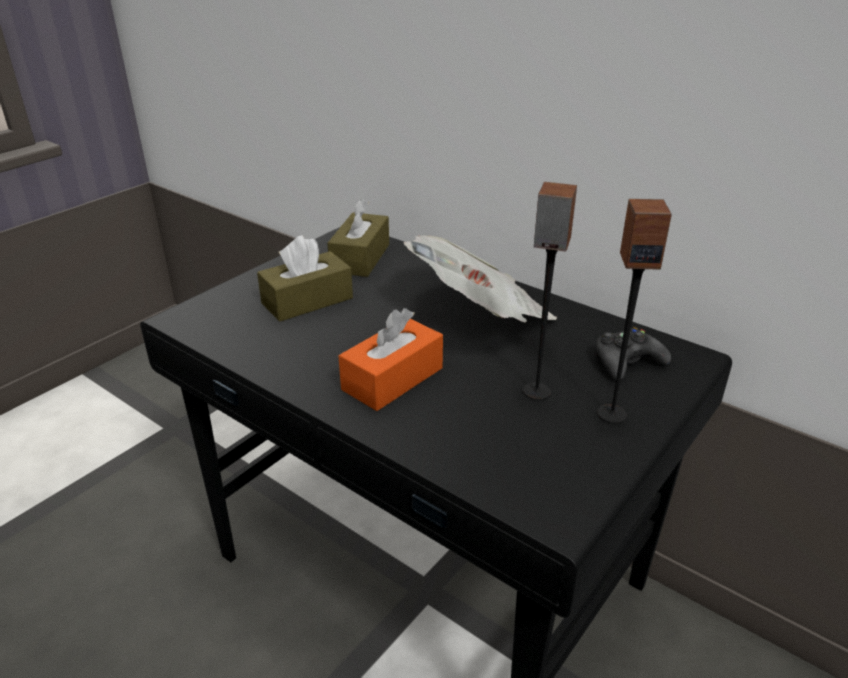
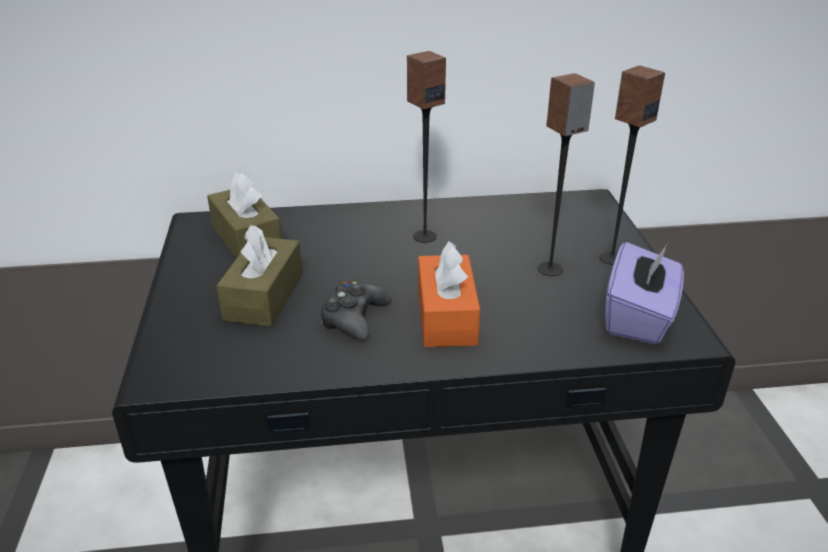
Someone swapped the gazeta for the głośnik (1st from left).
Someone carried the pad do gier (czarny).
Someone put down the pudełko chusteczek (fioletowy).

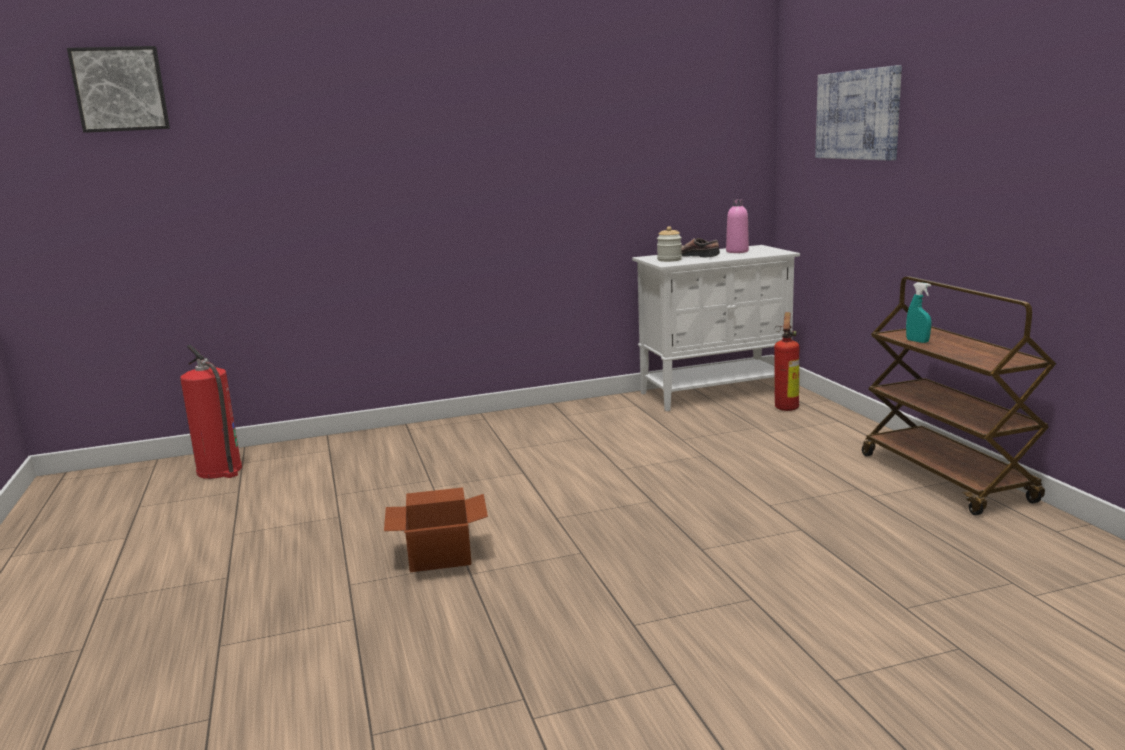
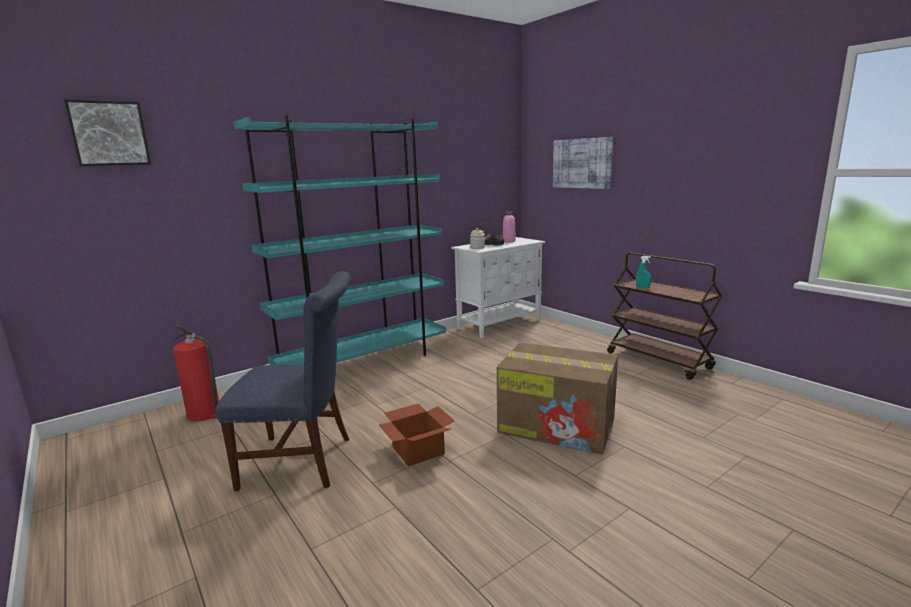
Someone took away the gaśnica (2nd from left).
Someone put down the regał (turkusowy).
Someone put down the krzesło (niebieski).
Someone put down the karton (2nd from left).

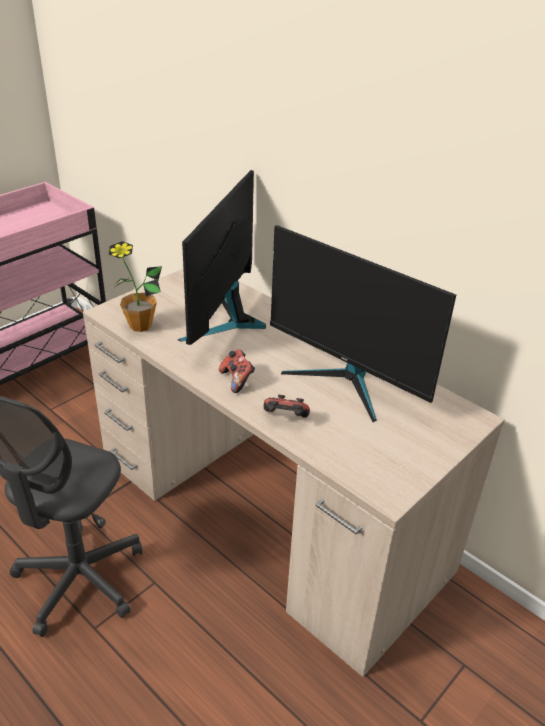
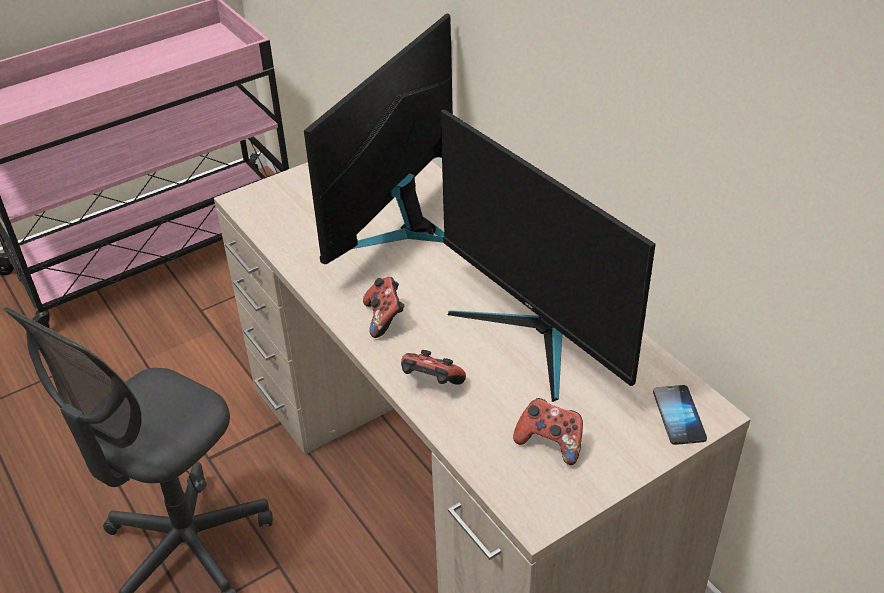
Someone took away the roślina doniczkowa.
Someone put down the telefon.
Someone put down the pad do gier (3rd from left).

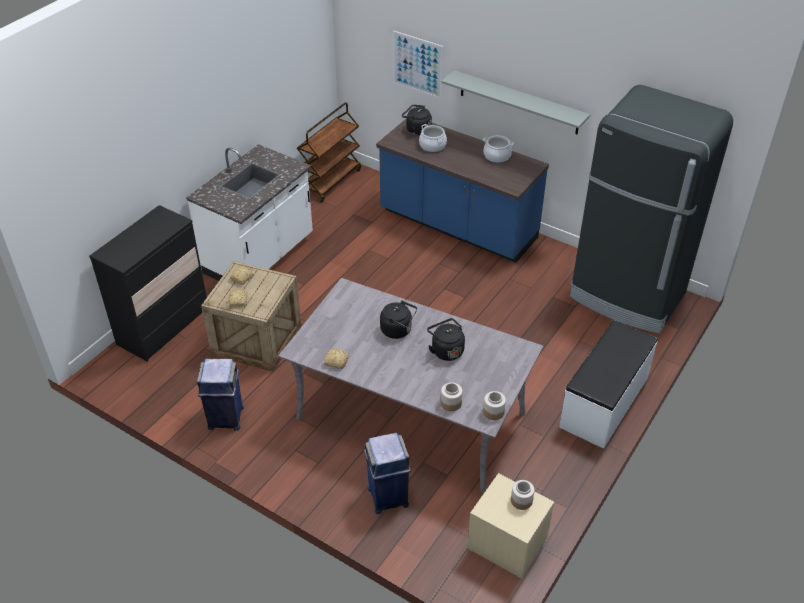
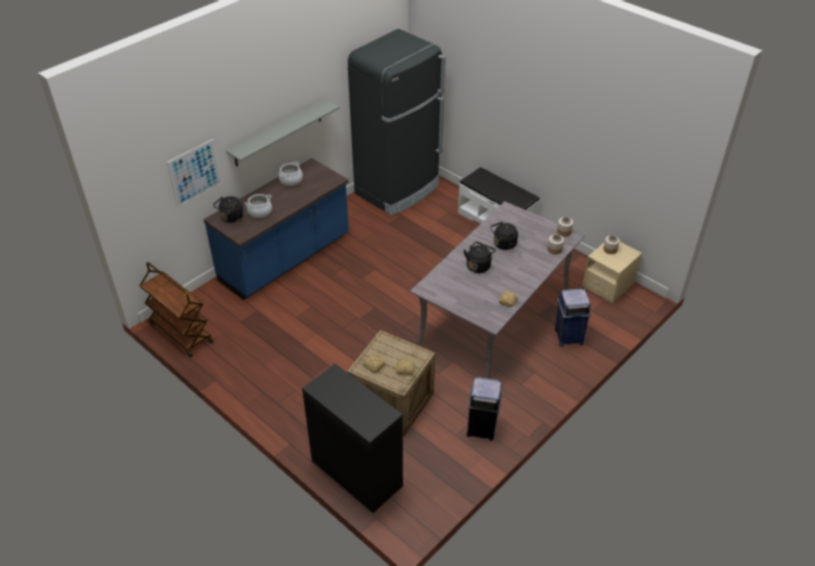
Someone took away the zabudowa kuchenna (biały).

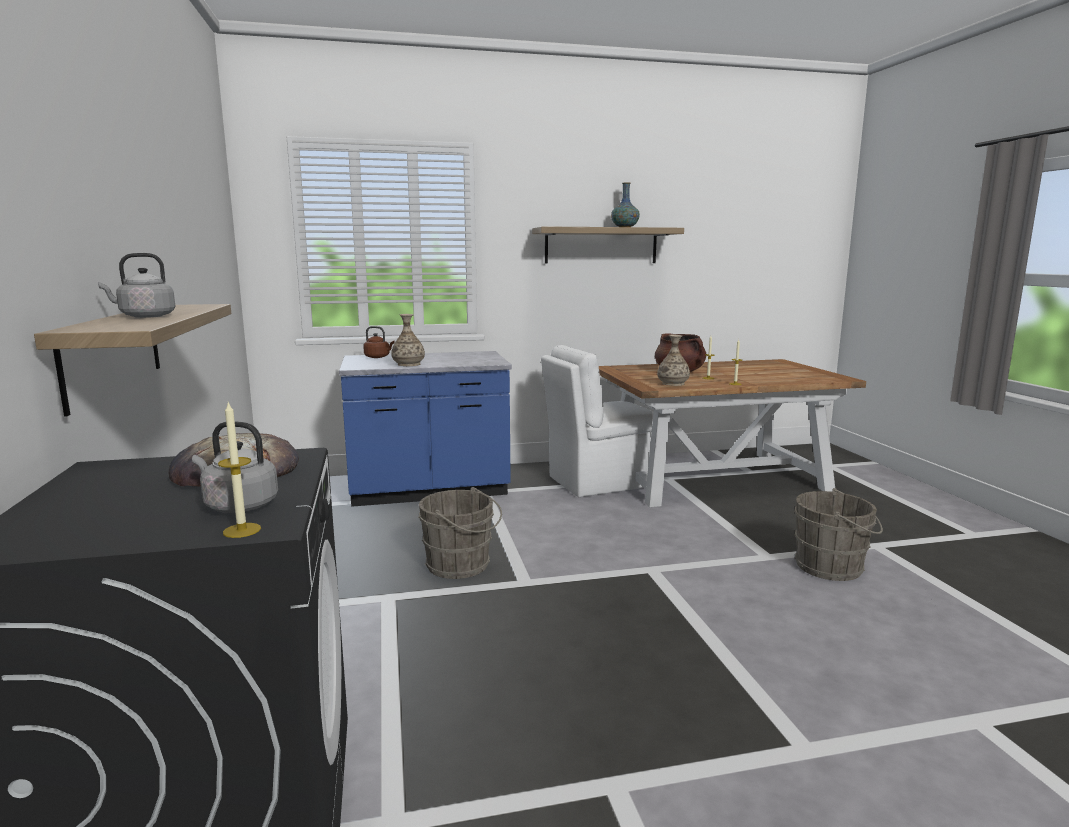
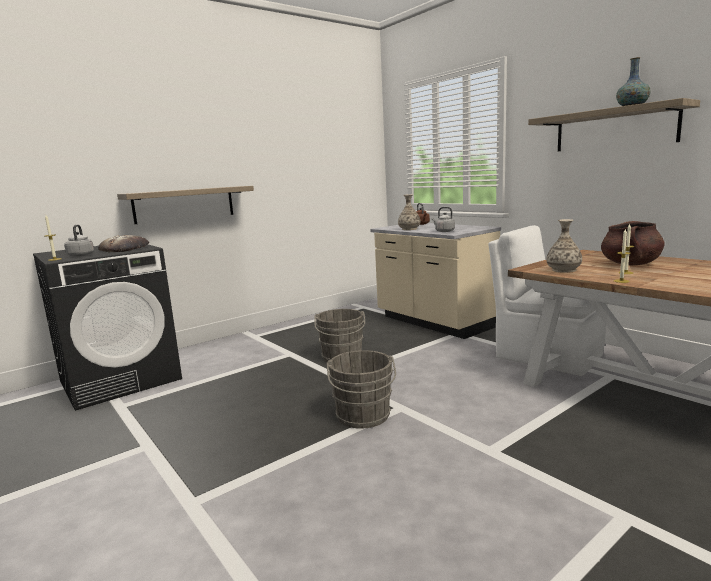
Someone carried the czajnik (szary) (1st from left in the first image).
Someone repainted the zabudowa kuchenna (niebieski), which became the zabudowa kuchenna (beżowy).
Someone carried the wiadro (szary) (2nd from left).

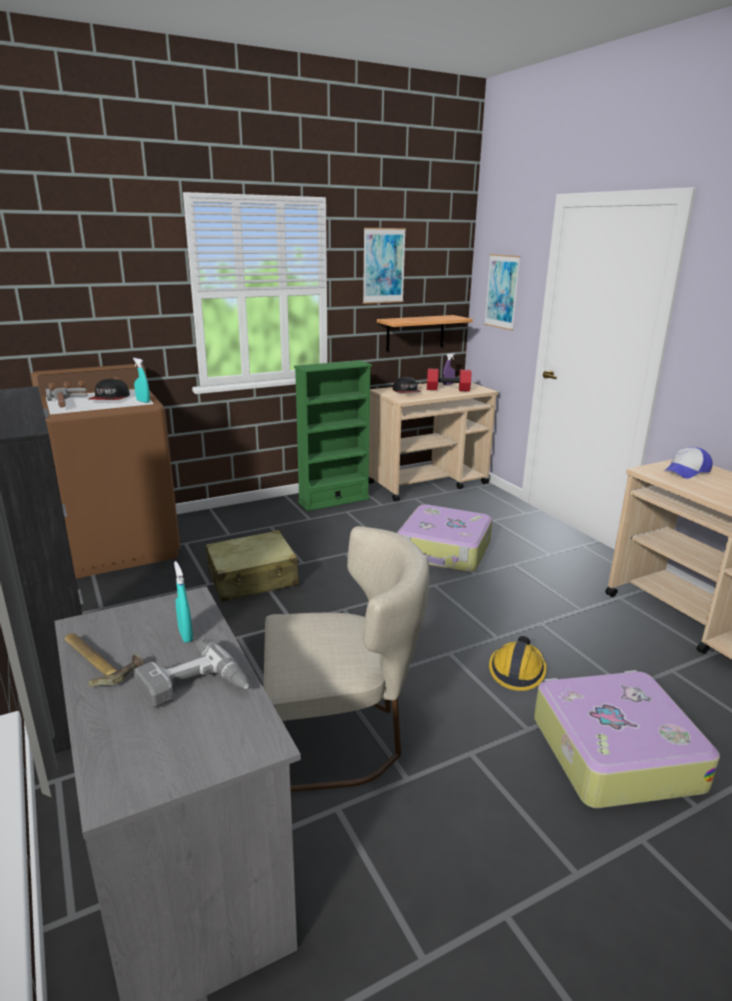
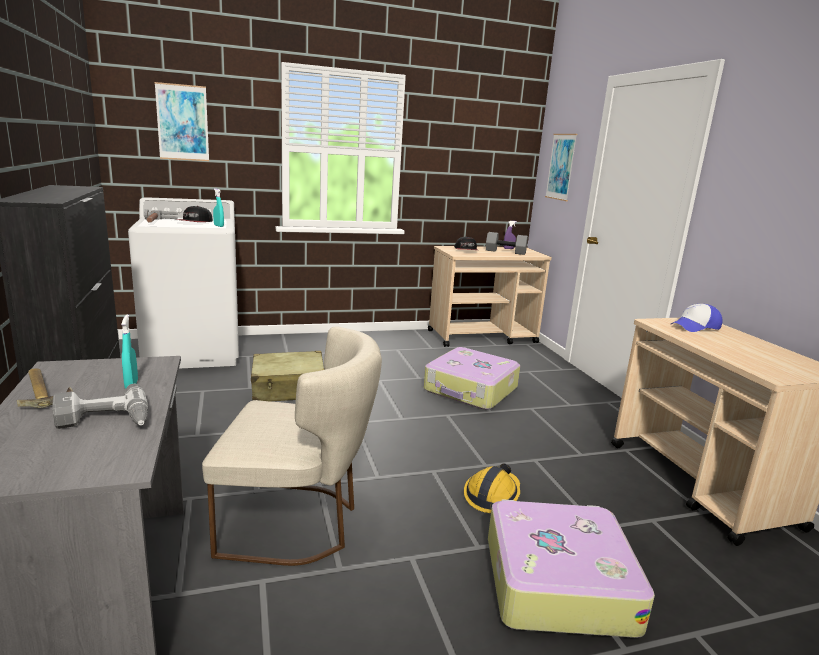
Someone carried the obraz (1st from left).
Someone took away the półka.
Someone took away the regał (zielony).
Someone repainted the pralka (brązowy), which became the pralka (biały).
Someone repainted the hantel (czerwony), which became the hantel (szary).

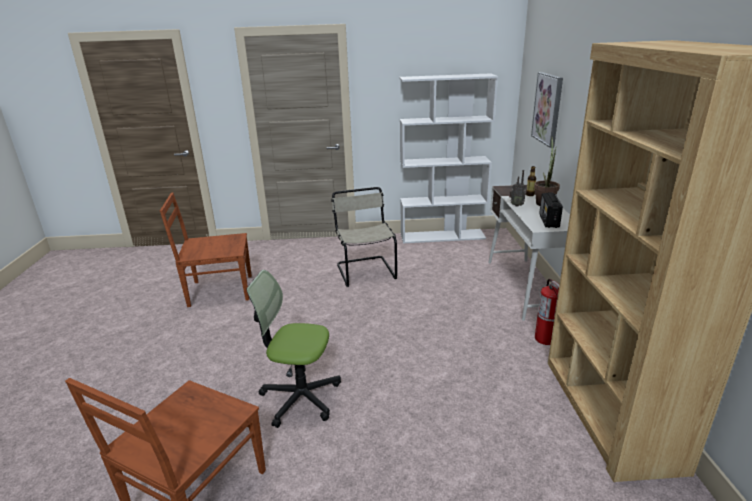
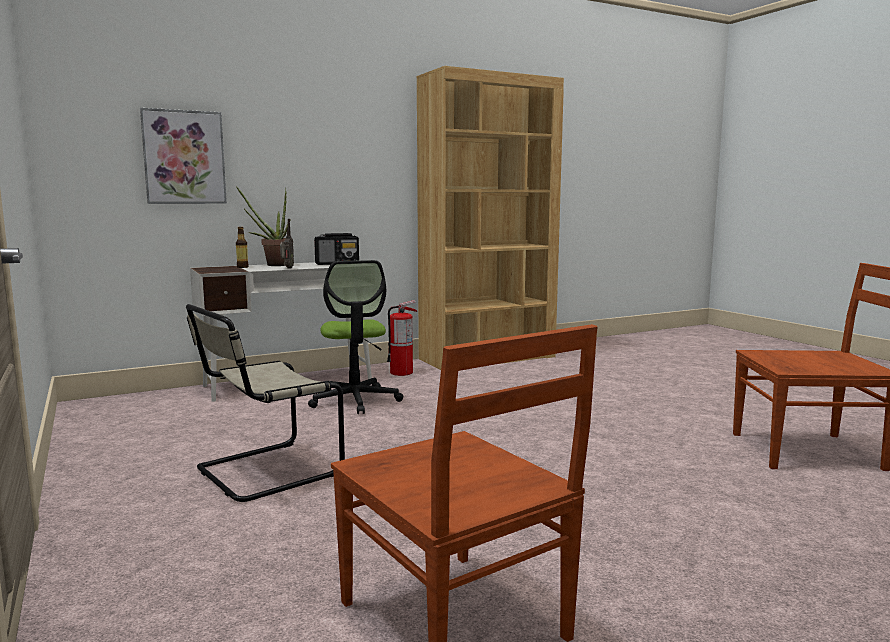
Someone took away the regał (biały).
Someone carried the krzesło biurowe.

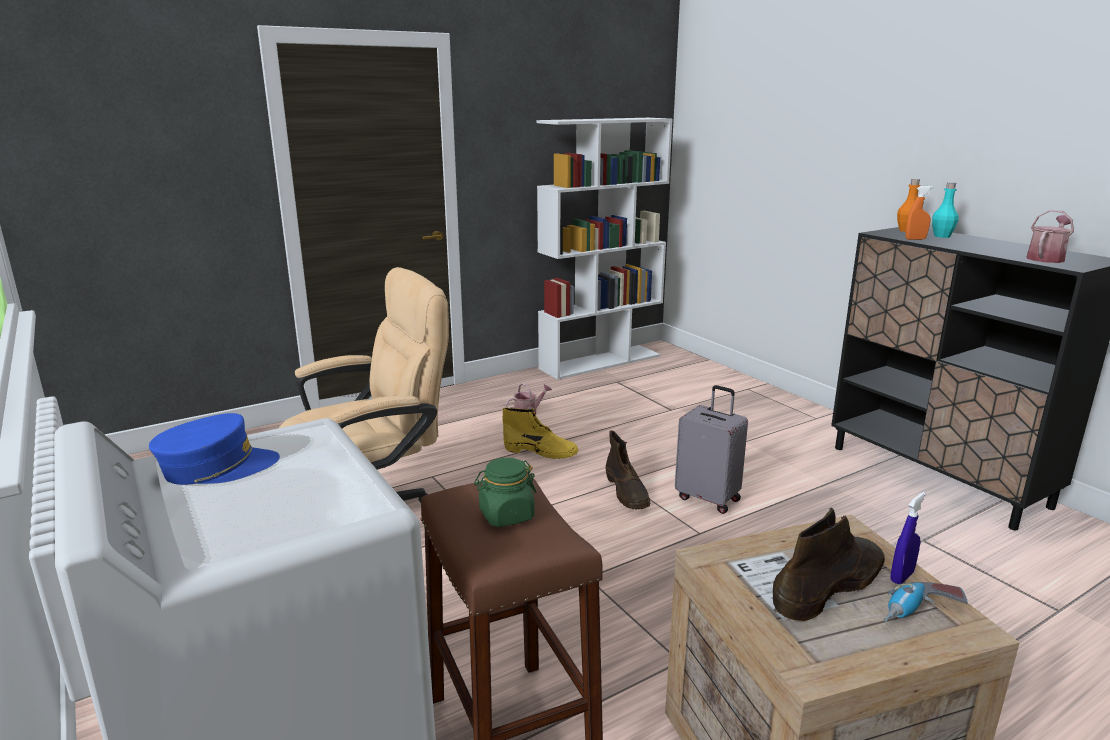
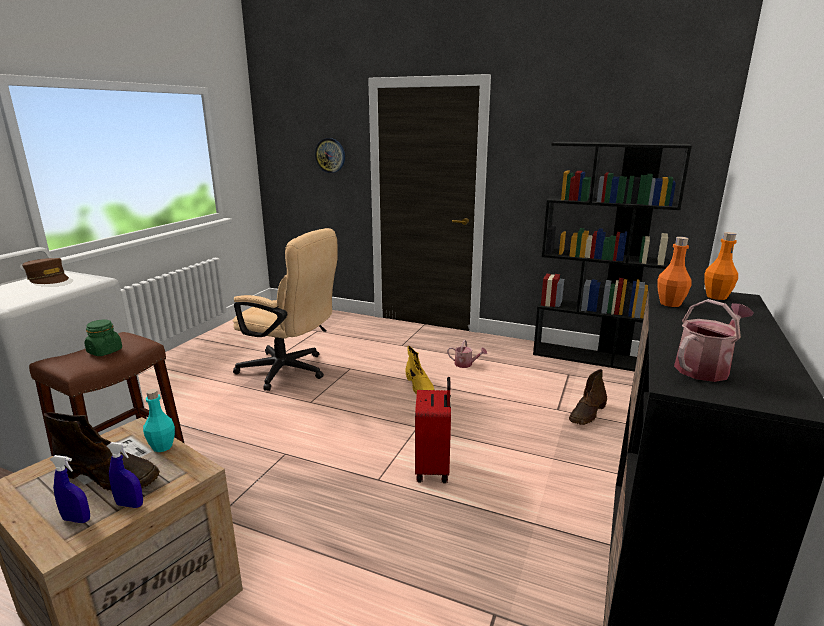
Someone repainted the regał (biały), which became the regał (czarny).
Someone carried the butelka (turkusowy).
Someone swapped the spryskiwacz (pomarańczowy) for the butelka (pomarańczowy) (1st from left).
Someone rotated the konewka (2nd from left) by 45 degrees counterclockwise.
Someone repainted the walizka (szary), which became the walizka (czerwony).
Someone repainted the czapka z daszkiem (niebieski), which became the czapka z daszkiem (brązowy).
Someone carried the but z cholewką (brązowy) (1st from left in the first image).
Someone swapped the wiertarka for the spryskiwacz (niebieski) (1st from left).
Someone put up the zegar ścienny.

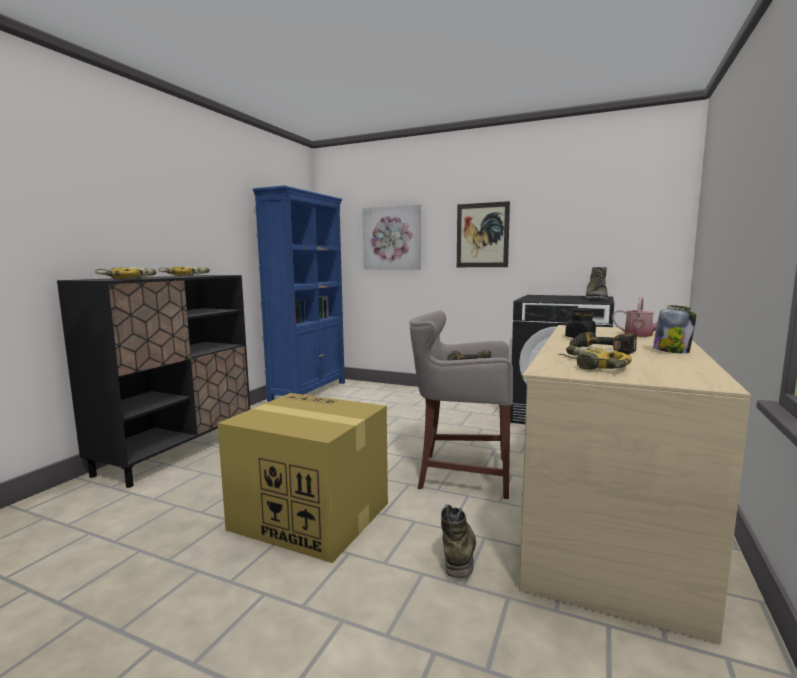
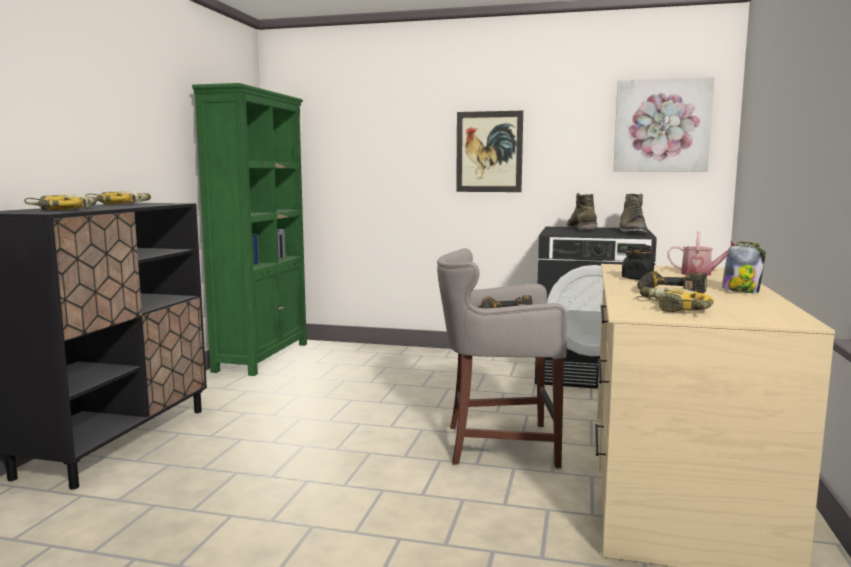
Someone repainted the regał (niebieski), which became the regał (zielony).
Someone carried the obraz (1st from left in the first image).
Someone took away the karton.
Someone carried the but z cholewką (zielony) (1st from left).

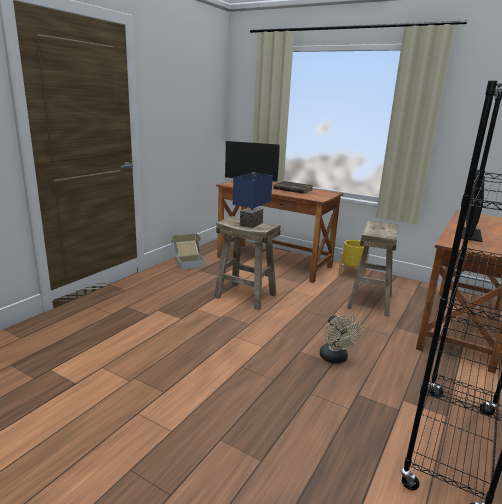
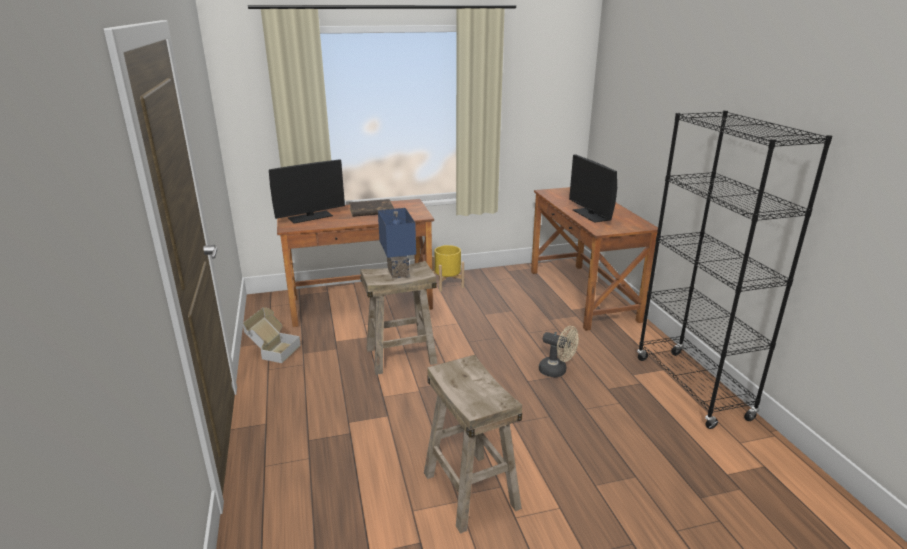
Someone carried the stołek (beżowy) (2nd from left).

